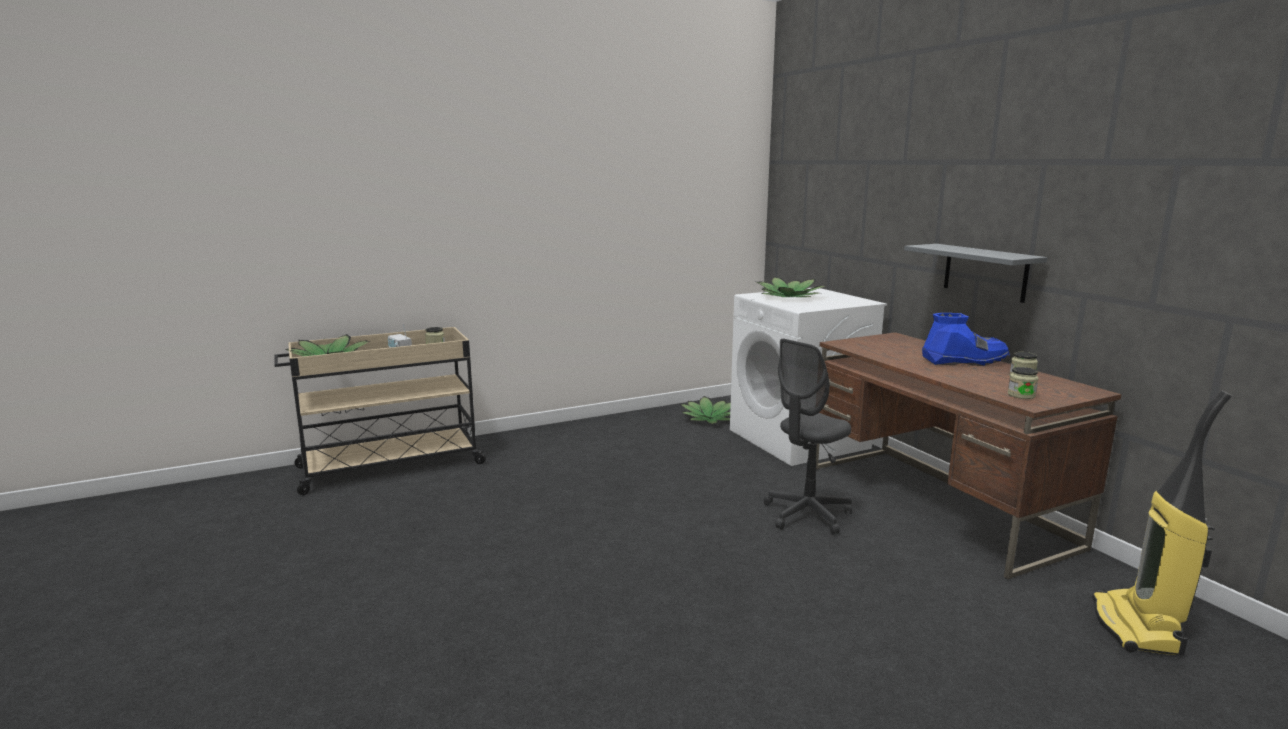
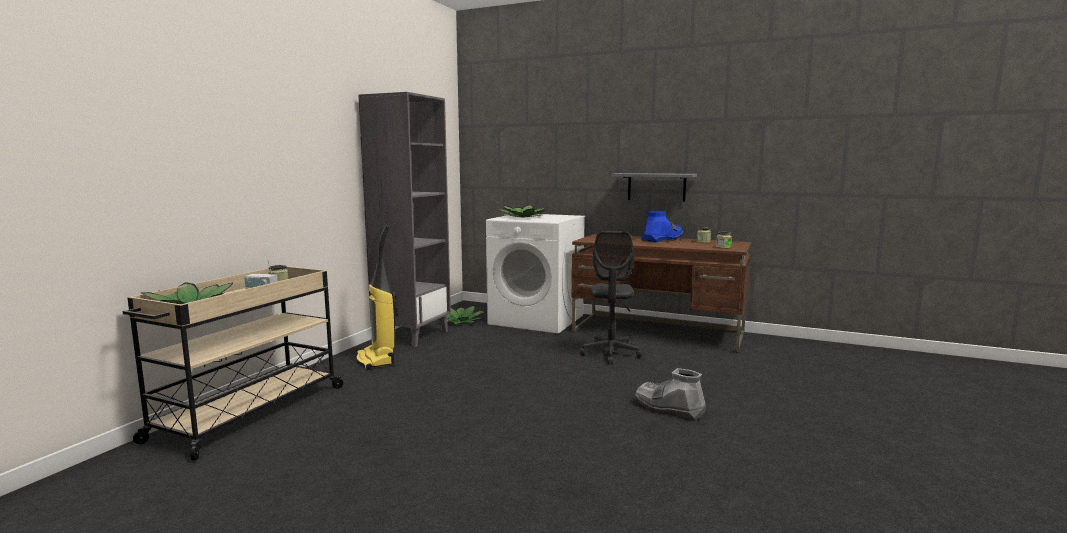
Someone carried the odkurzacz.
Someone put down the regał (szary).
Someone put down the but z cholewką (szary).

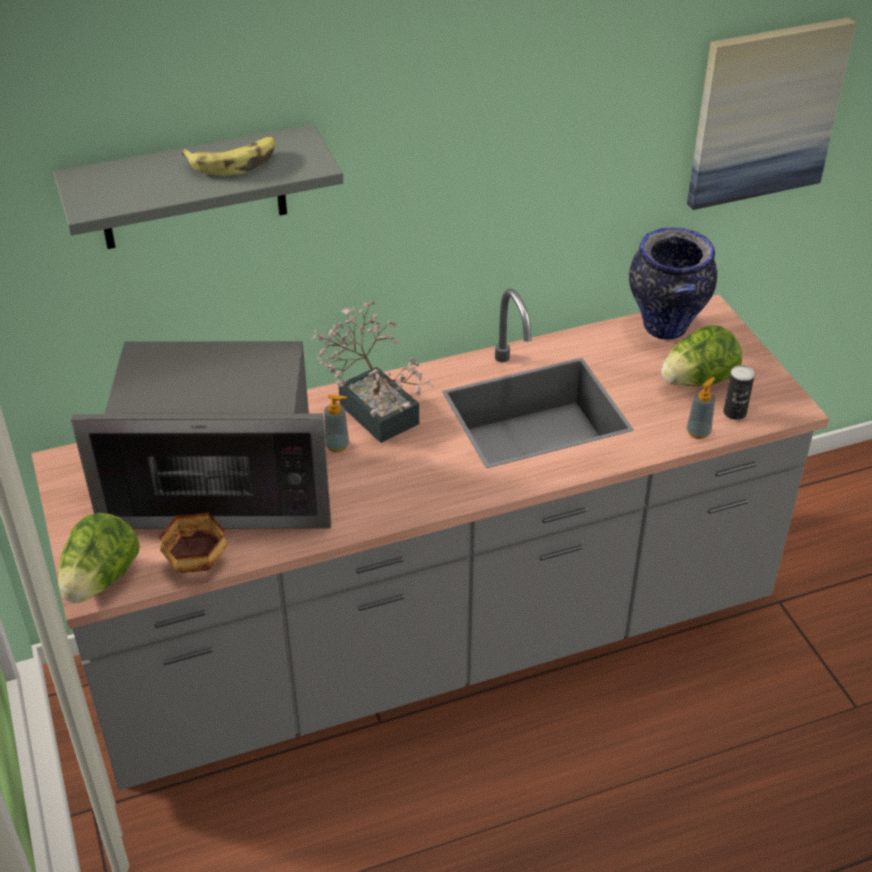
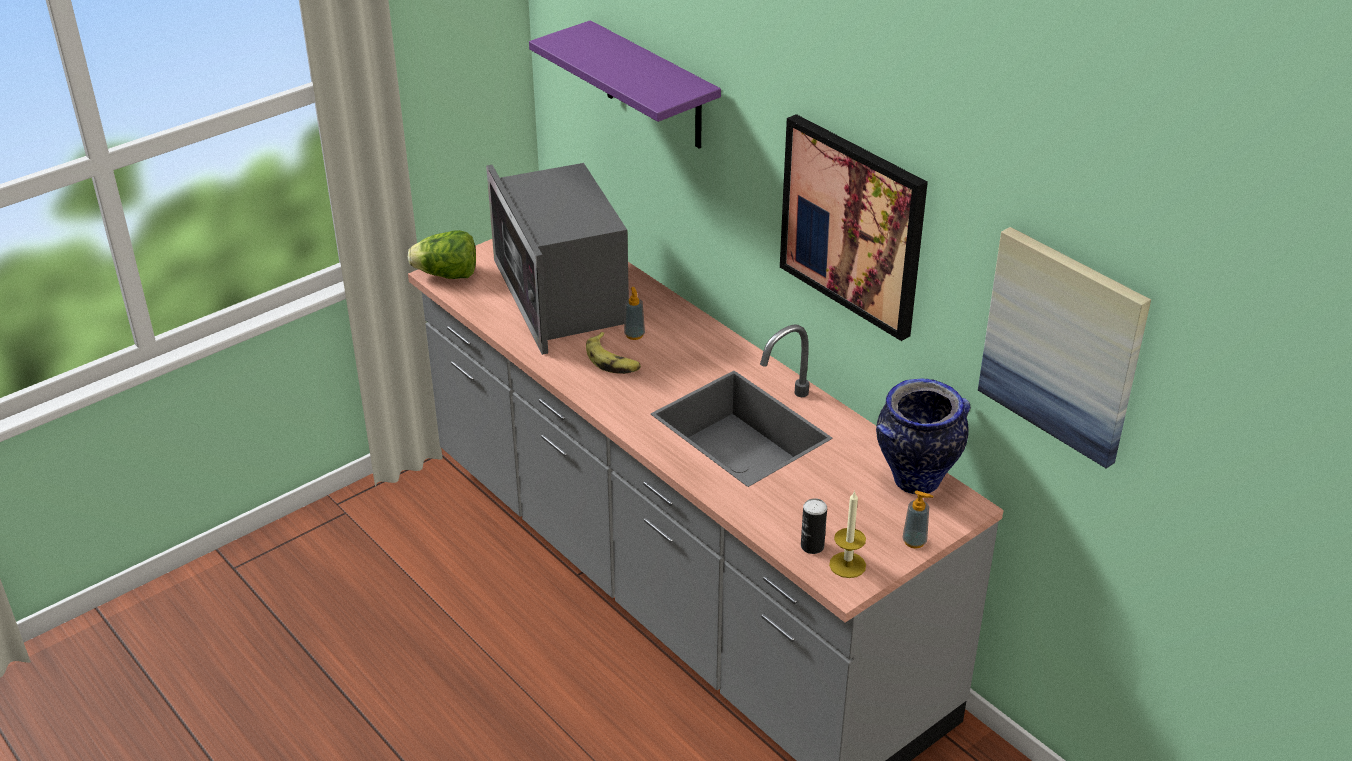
Someone repainted the półka (szary), which became the półka (fioletowy).
Someone carried the banan.
Someone took away the roślina doniczkowa.
Someone took away the sałata (2nd from left).
Someone carried the dozownik mydła (2nd from left).
Someone took away the miska.
Someone put up the obraz (1st from left).
Someone put down the świeca.

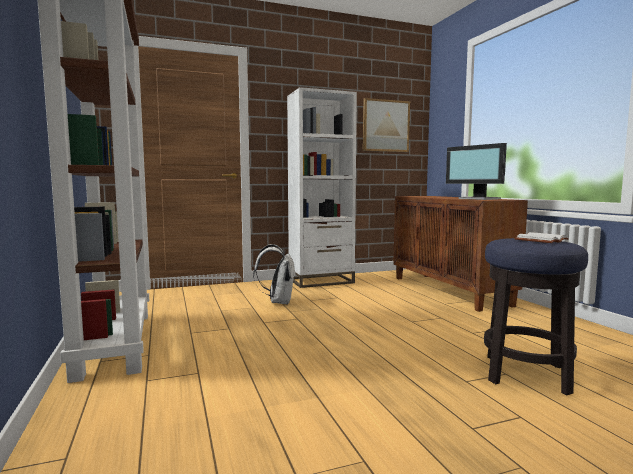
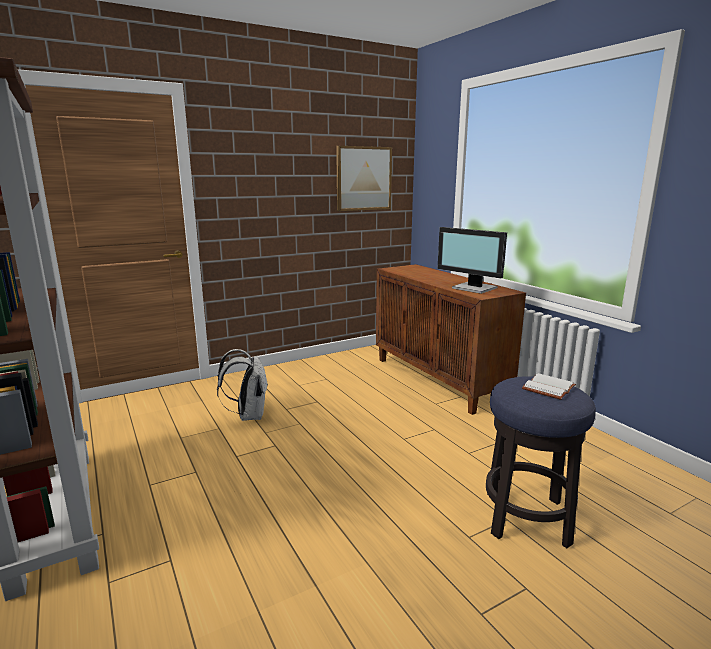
Someone took away the regał (biały).

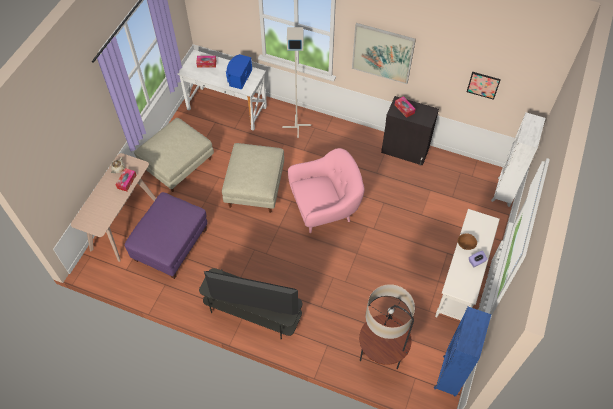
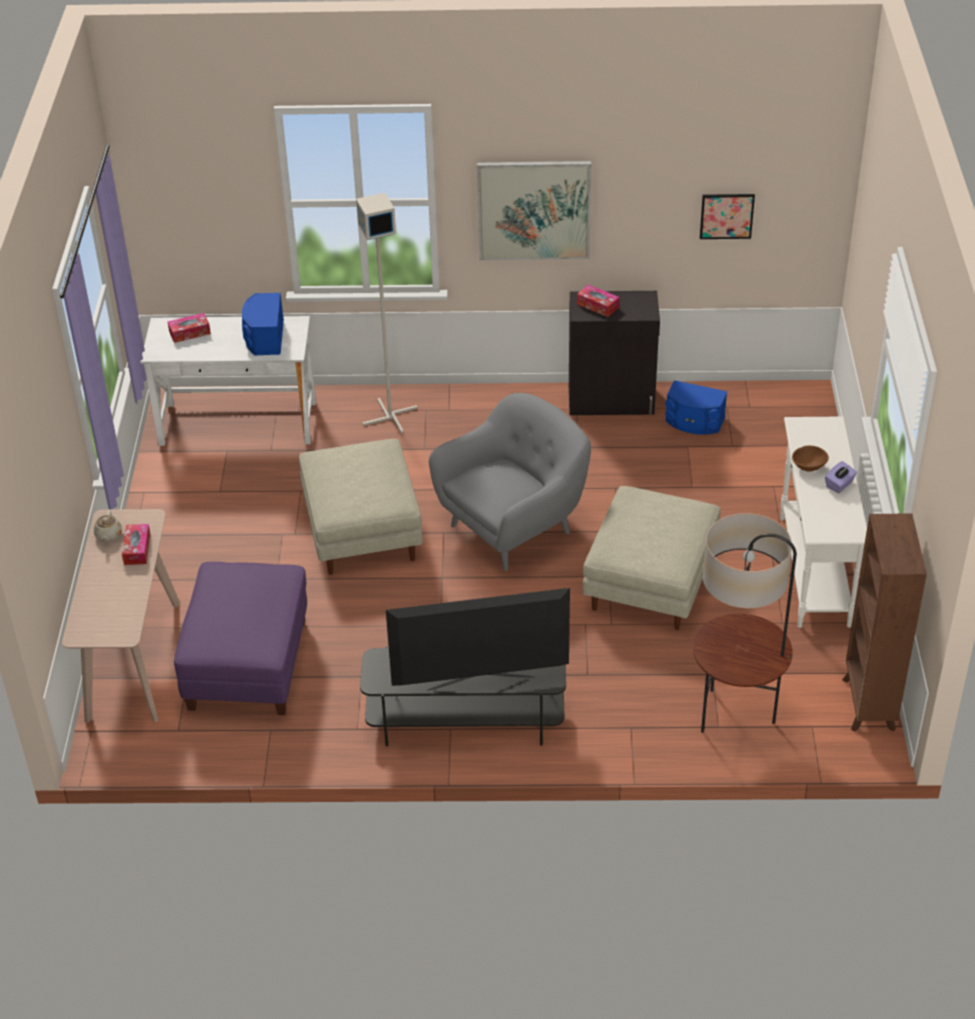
Someone took away the regał (biały).
Someone carried the pufa (beżowy) (1st from left in the first image).
Someone repainted the fotel (różowy), which became the fotel (szary).
Someone repainted the regał (niebieski), which became the regał (brązowy).
Someone put down the głośnik (niebieski) (2nd from left).

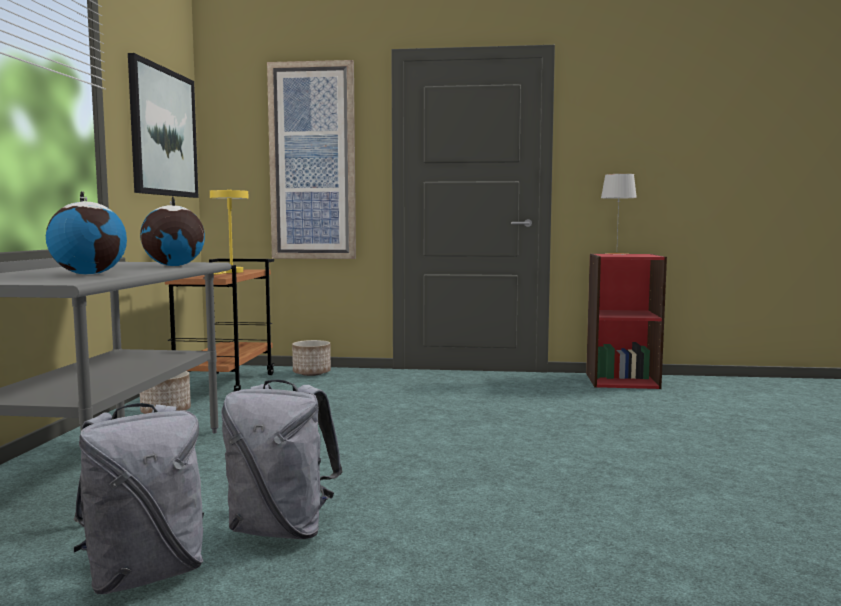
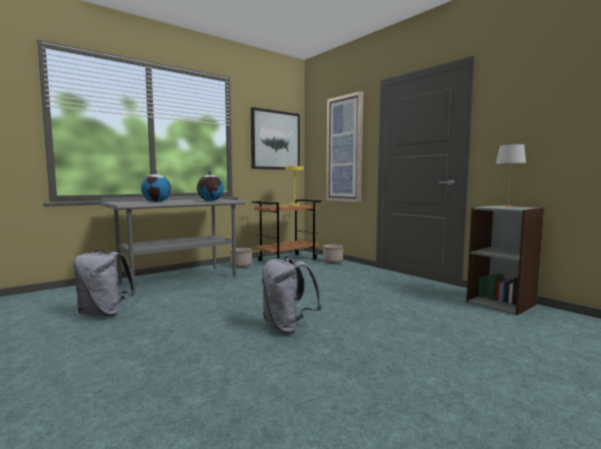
Someone repainted the regał (czerwony), which became the regał (szary).
Someone carried the plecak (szary) (2nd from left).

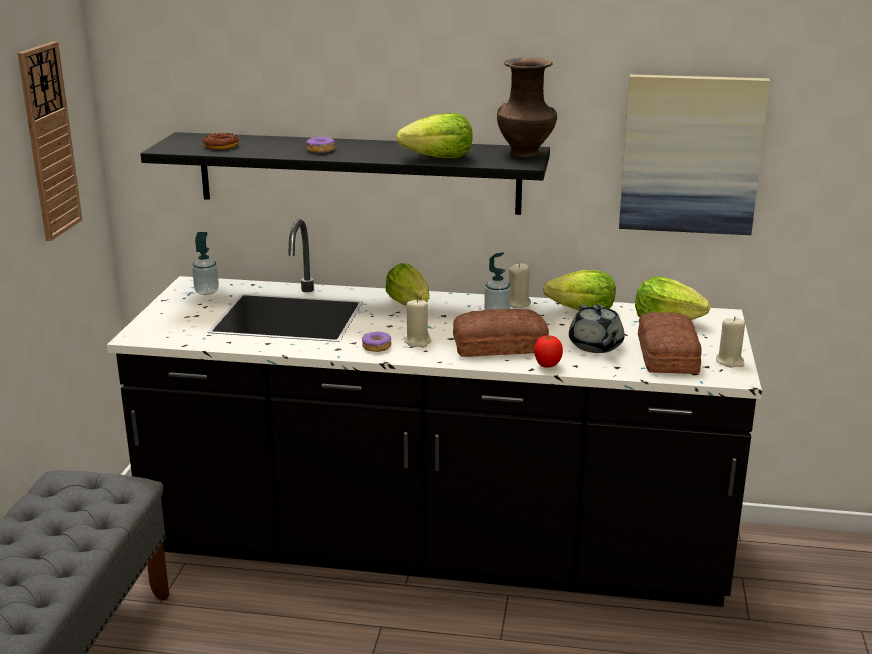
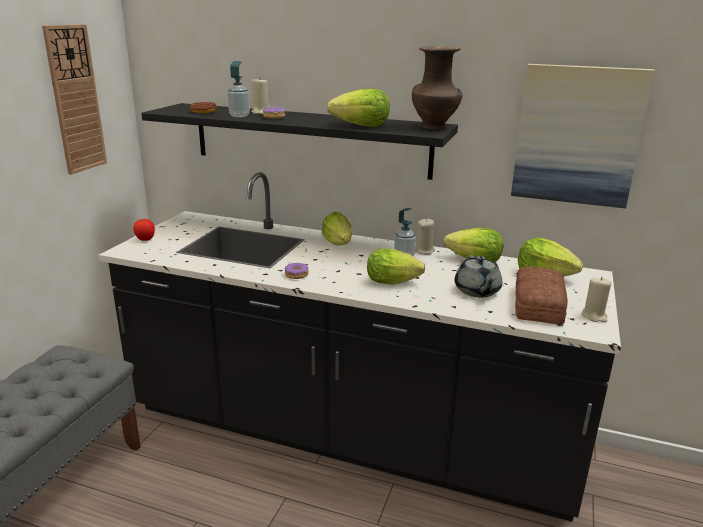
Someone carried the dozownik mydła (1st from left).
Someone carried the świeca (beżowy) (1st from left).
Someone swapped the chleb (1st from left) for the sałata (3rd from left).
Someone carried the pomidor.

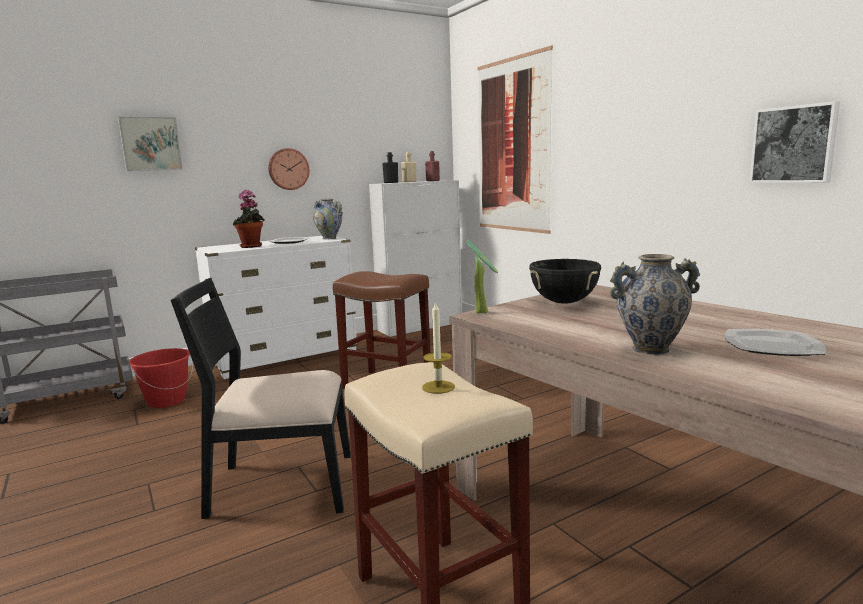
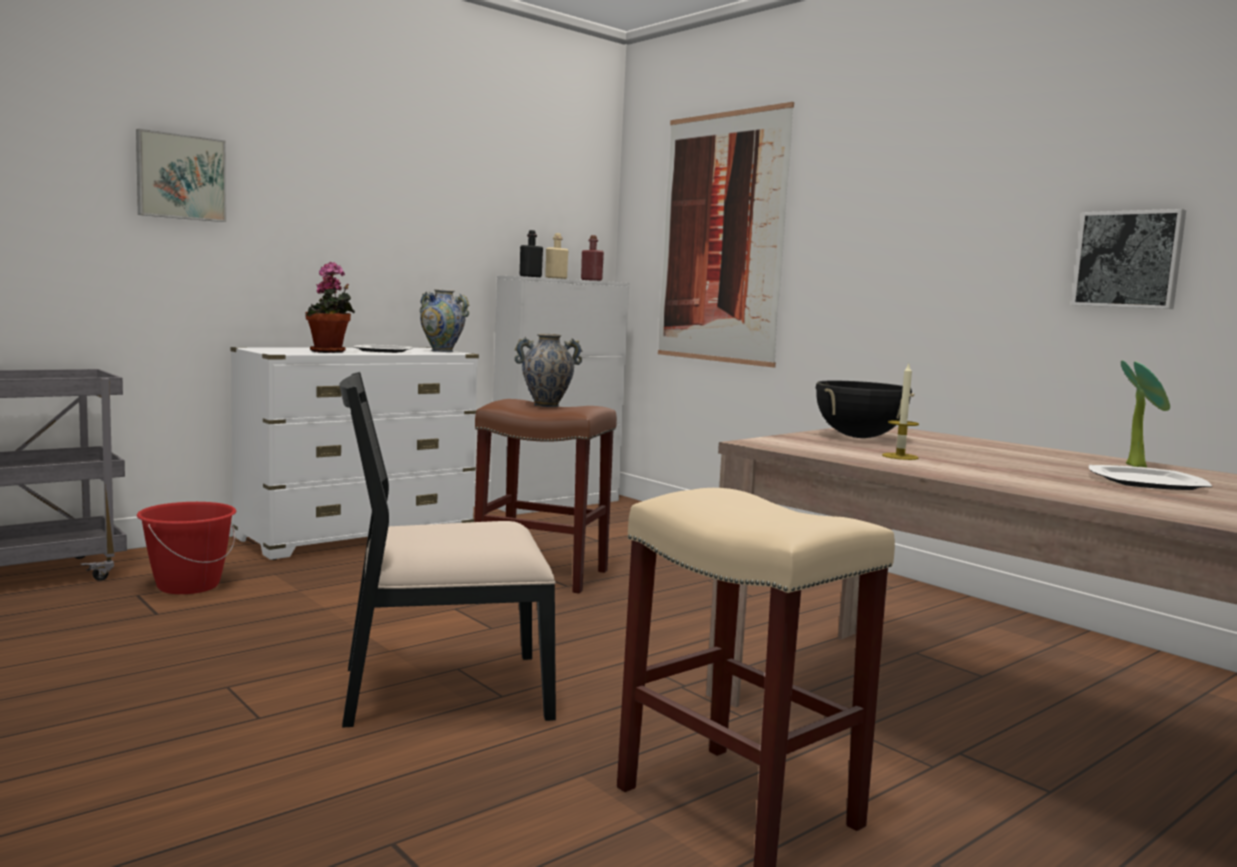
Someone took away the zegar ścienny.
Someone carried the roślina doniczkowa (2nd from left).
Someone carried the wazon (2nd from left).
Someone carried the świeca.

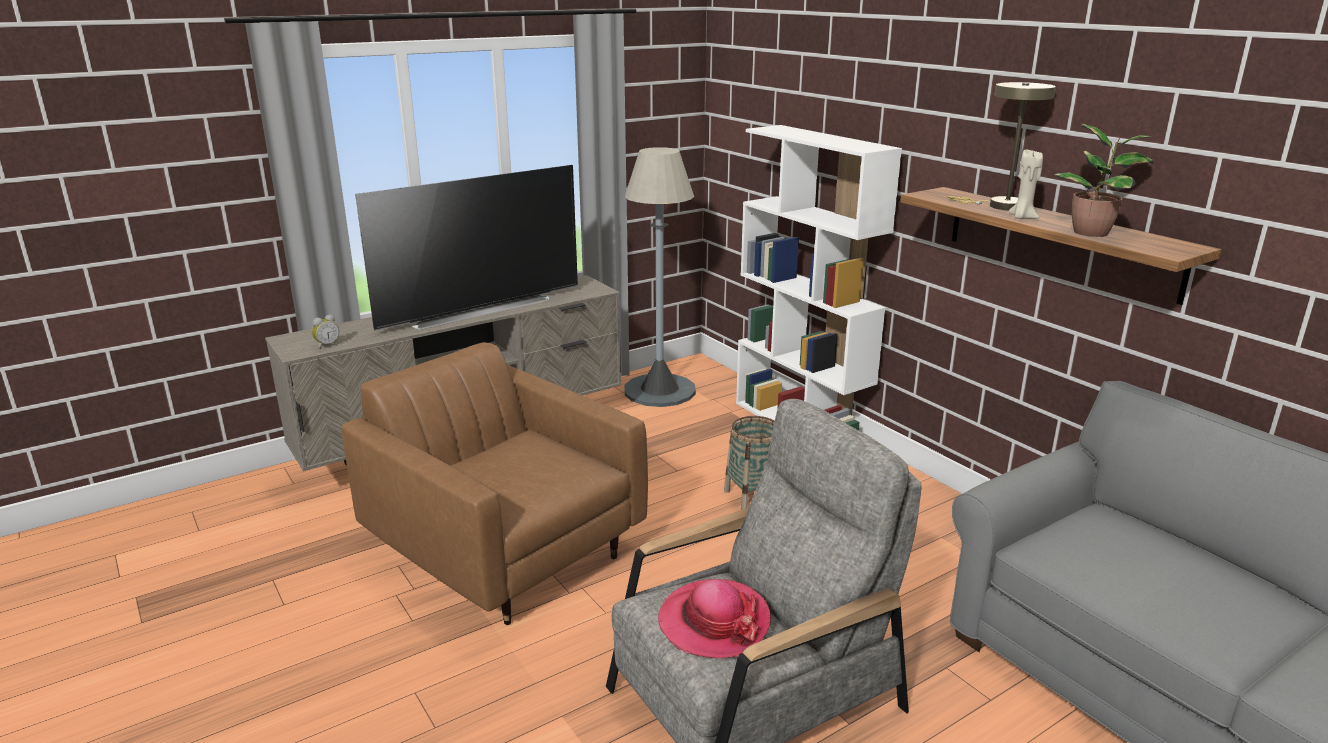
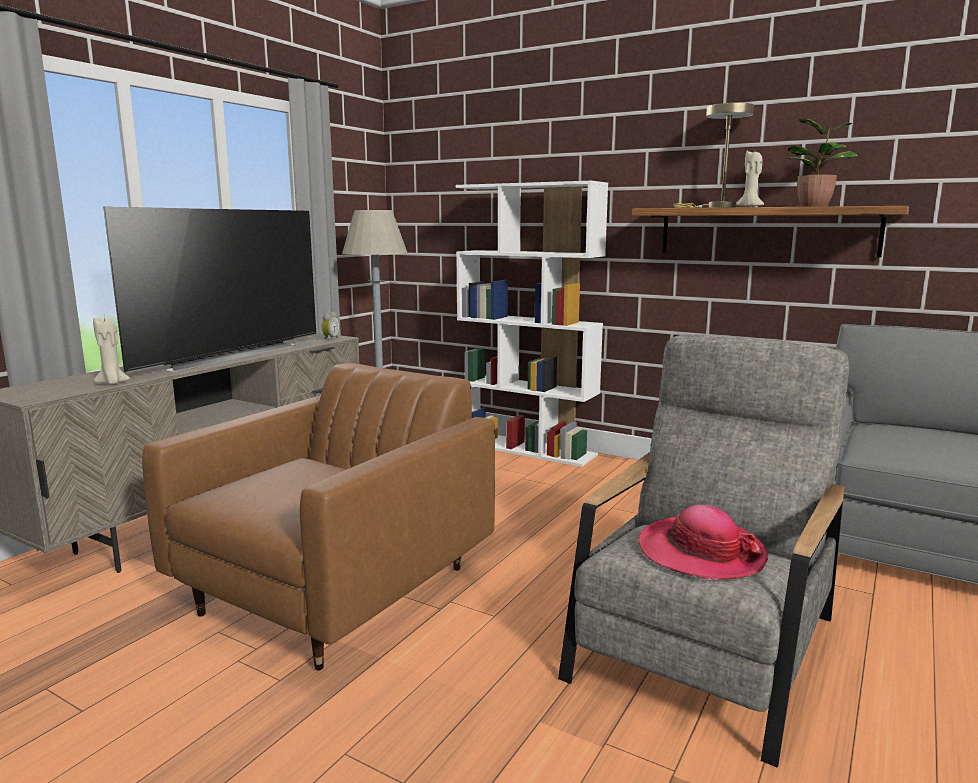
Someone carried the budzik.
Someone rotated the fotel (brązowy) by 105 degrees clockwise.
Someone took away the koszyk.
Someone put down the świeca (beżowy) (1st from left).

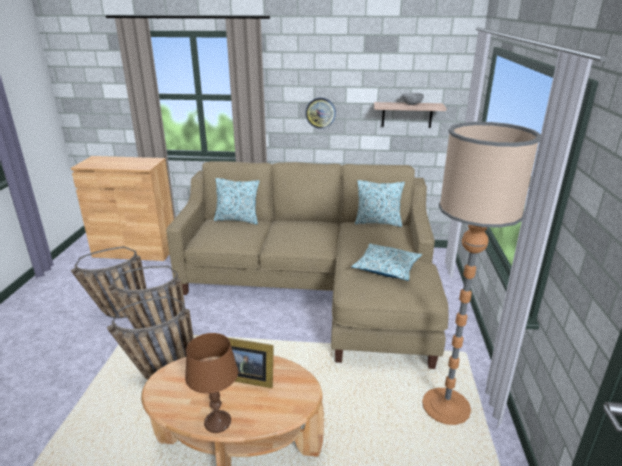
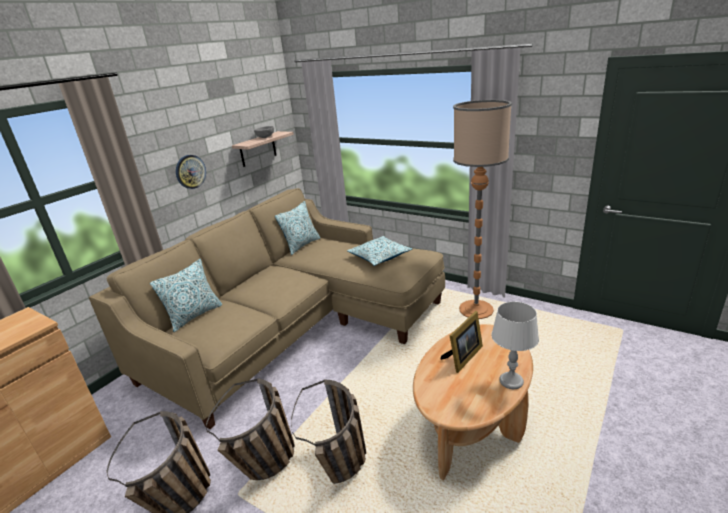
Someone repainted the lampa stołowa (brązowy), which became the lampa stołowa (szary).

